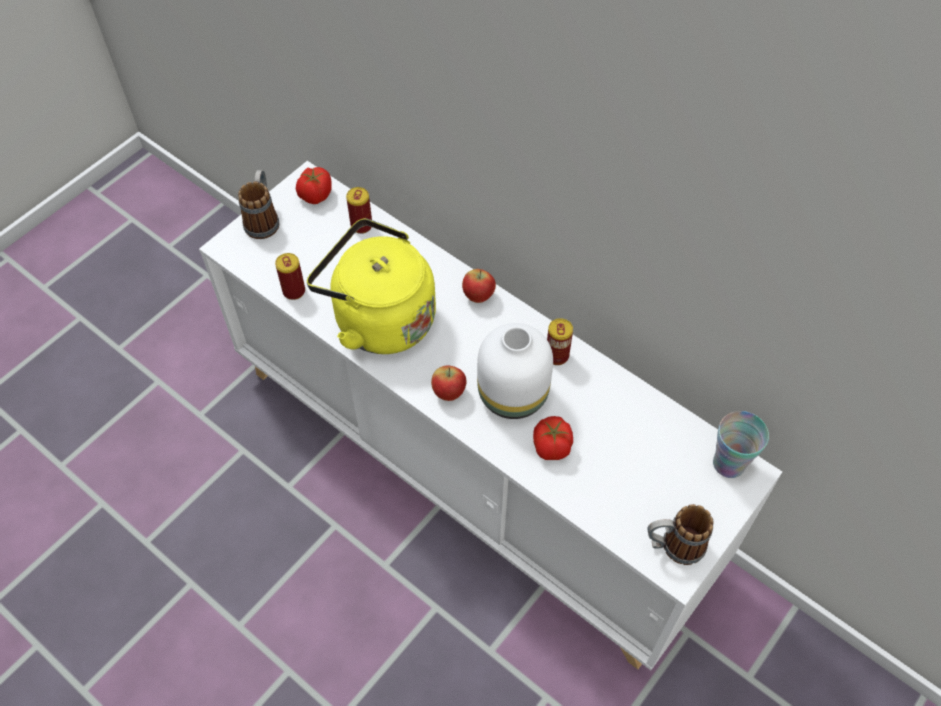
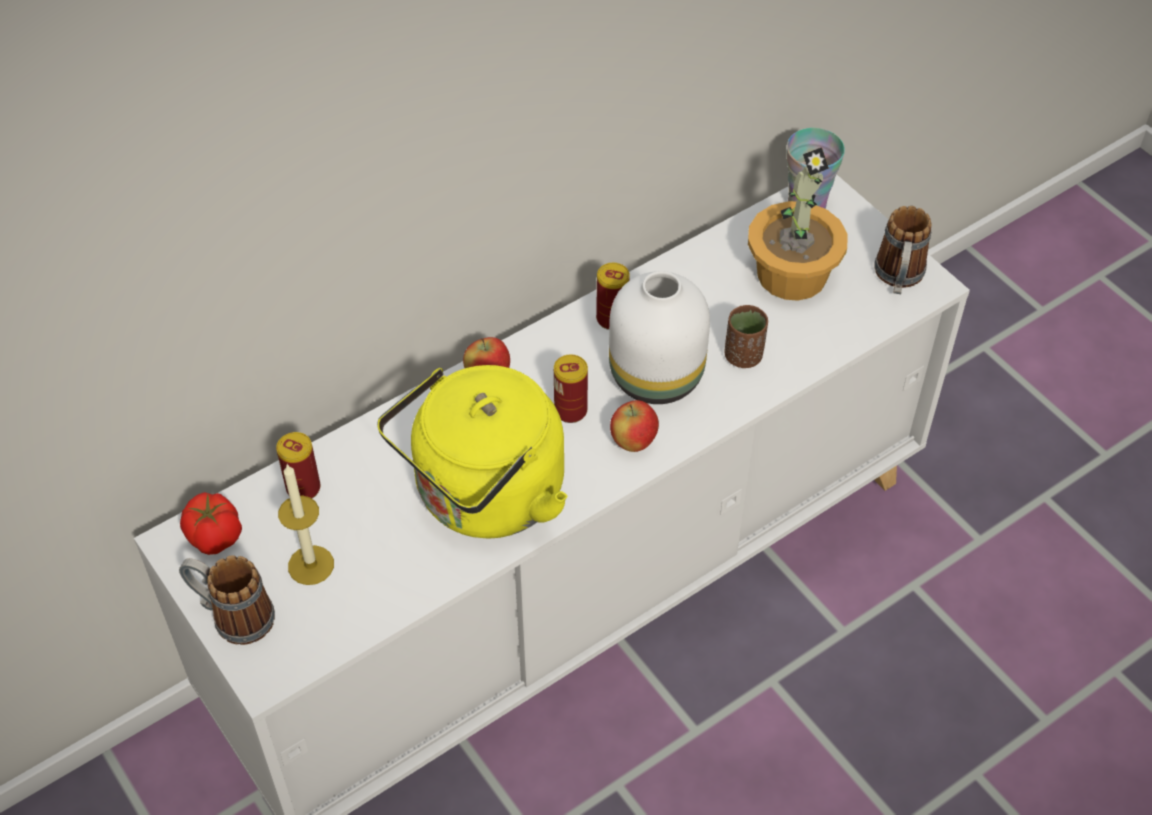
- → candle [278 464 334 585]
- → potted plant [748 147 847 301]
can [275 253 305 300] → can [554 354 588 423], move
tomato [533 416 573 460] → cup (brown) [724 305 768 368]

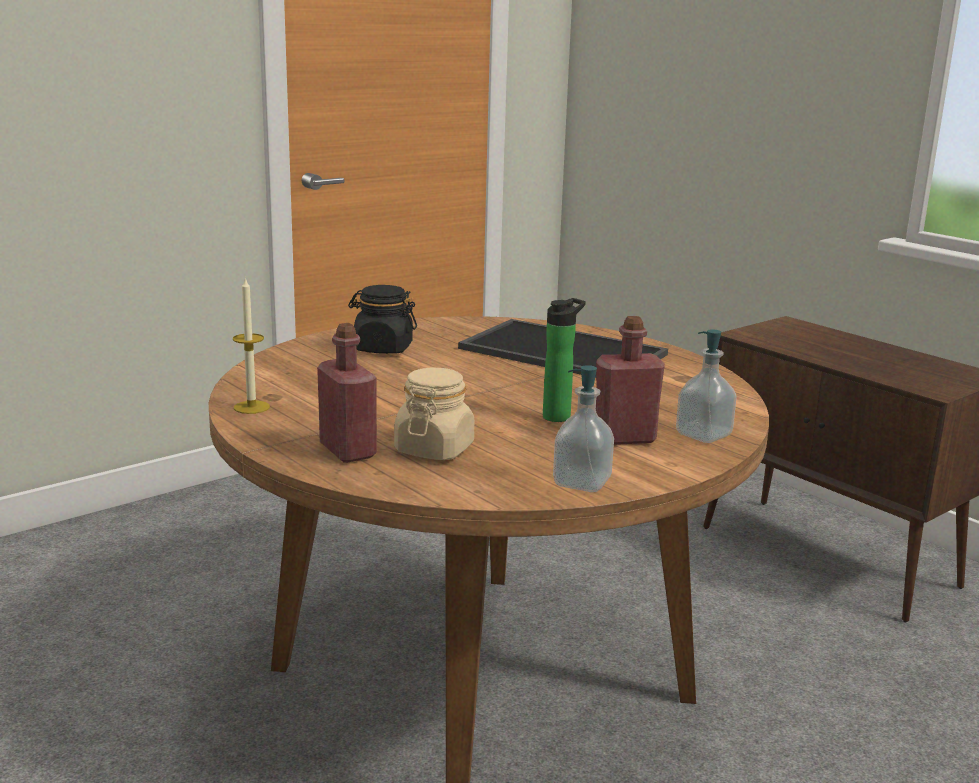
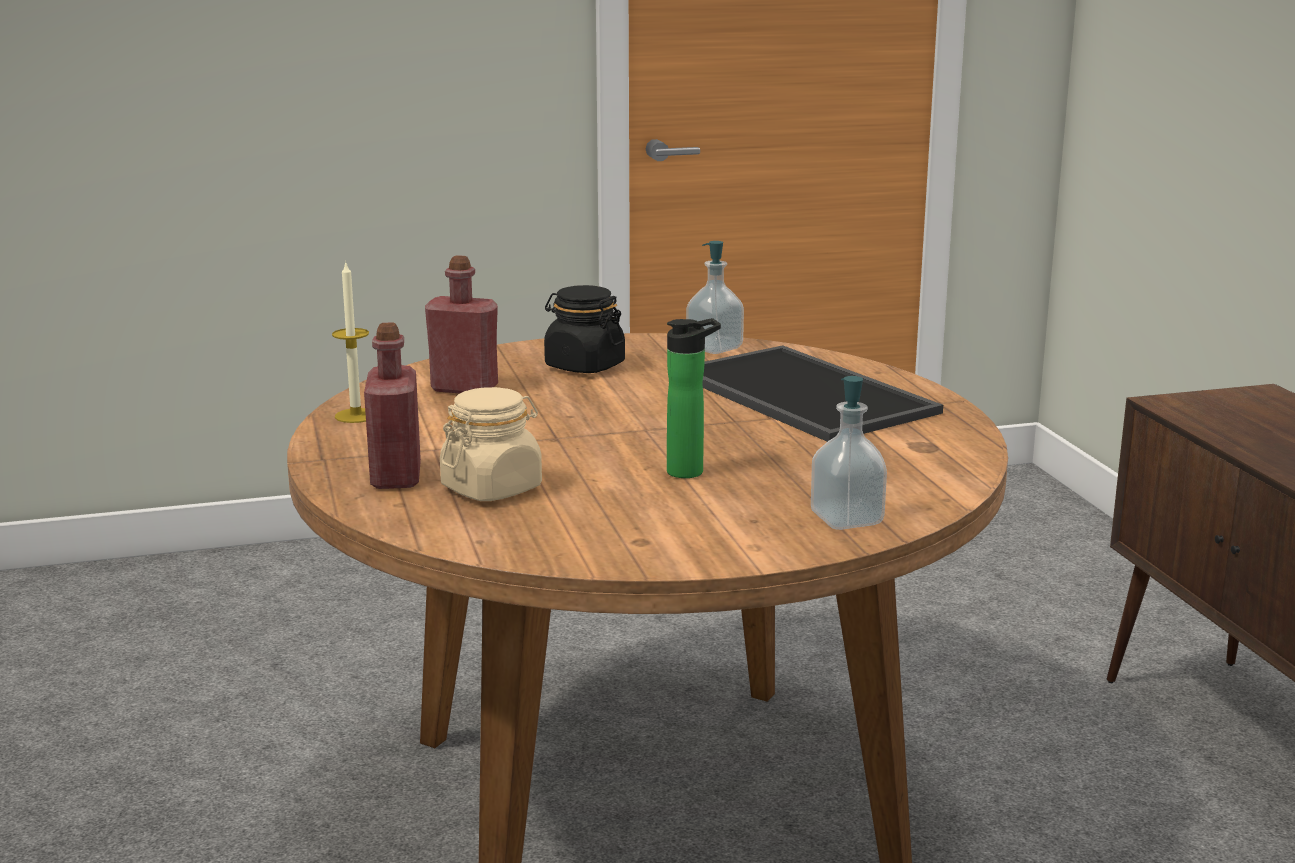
soap dispenser [553 365 614 492] → soap dispenser [686 241 744 354], move
bottle (red) [596 316 665 445] → bottle (red) [425 255 498 393], move

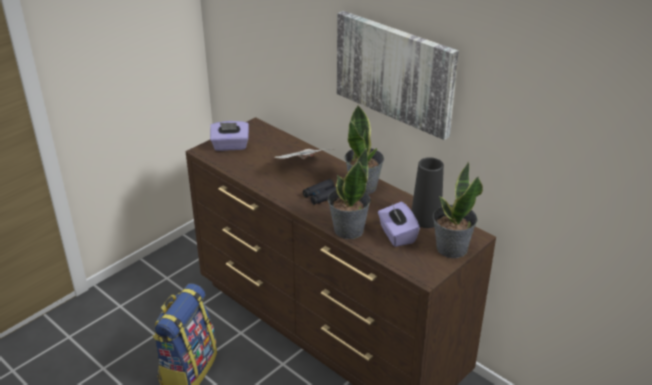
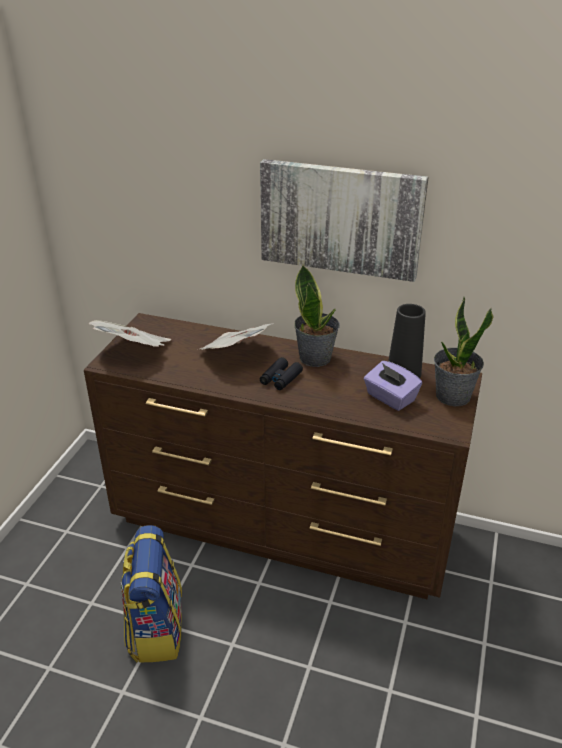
potted plant [328 148 371 239] → -
tissue box (purple) [210 121 249 151] → newspaper [89 320 172 347]

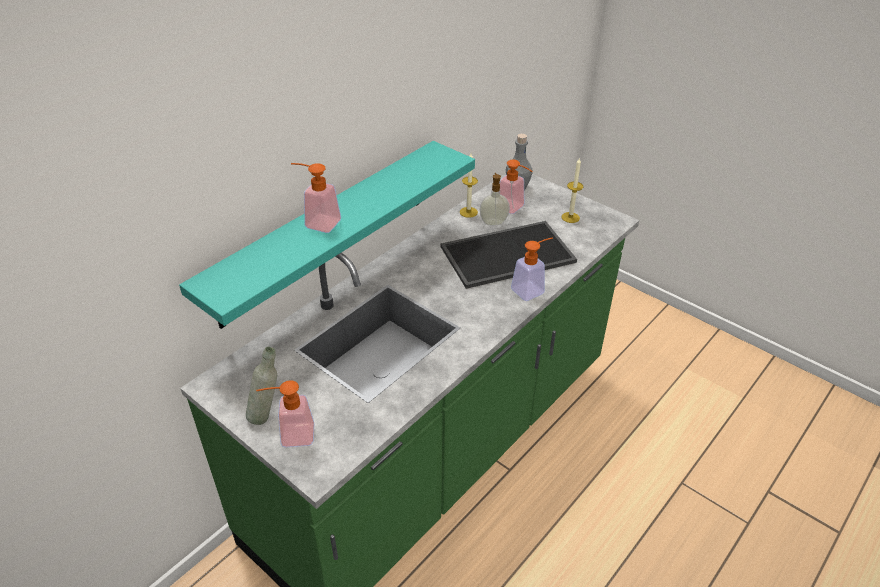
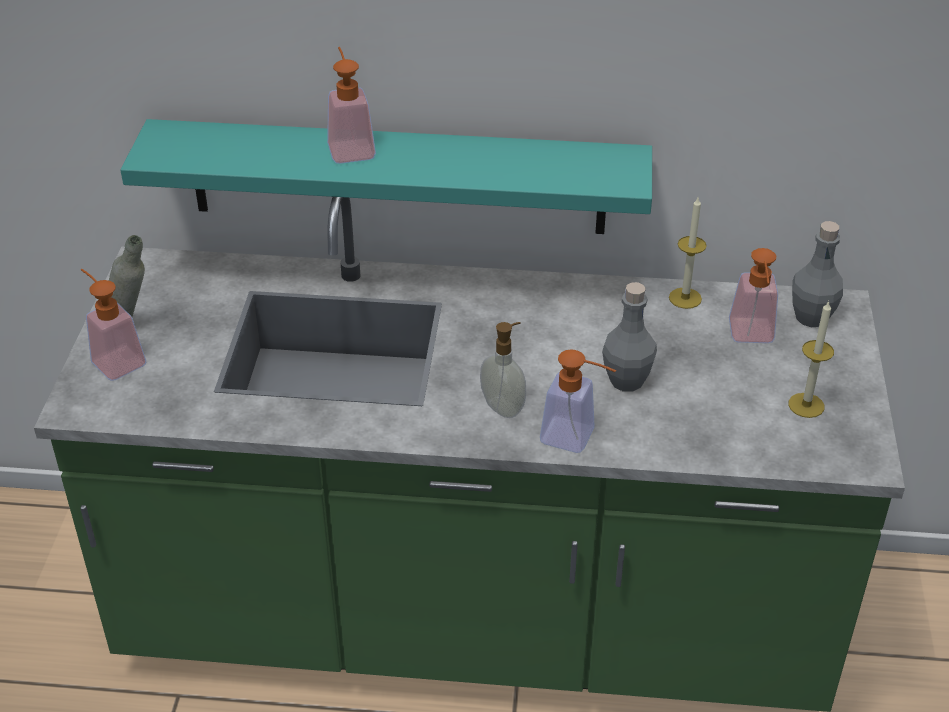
soap dispenser [479 173 510 225] → soap dispenser [480 322 526 418], move
tray [440 221 577 289] → bottle (grey) [602 282 657 392]

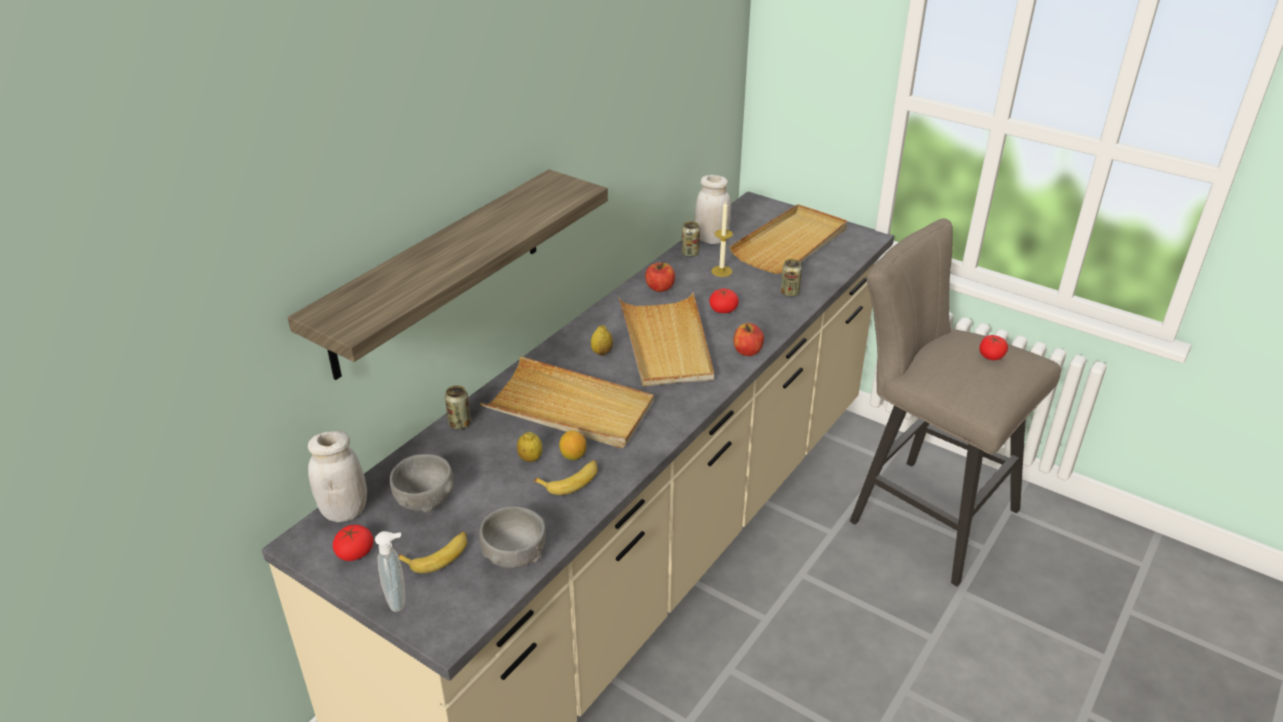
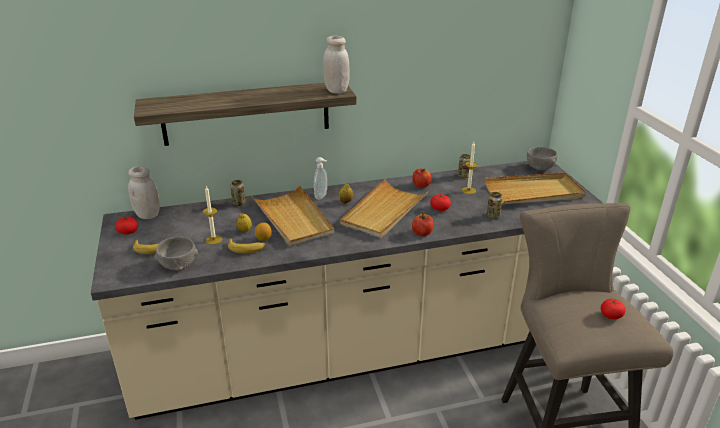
- → candle [203 186 222 244]
soap dispenser [375 531 405 612] → soap dispenser [314 157 327 200], move
bowl (grey) [390 454 454 513] → bowl (grey) [527 146 557 170], move
jar (white) [695 175 731 244] → jar (white) [323 36 350 94], move

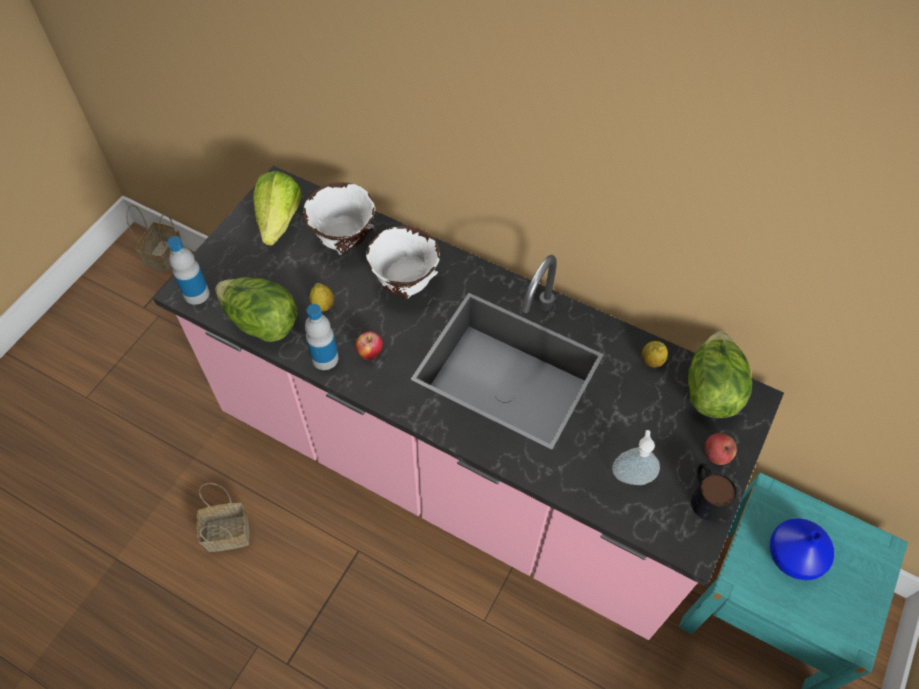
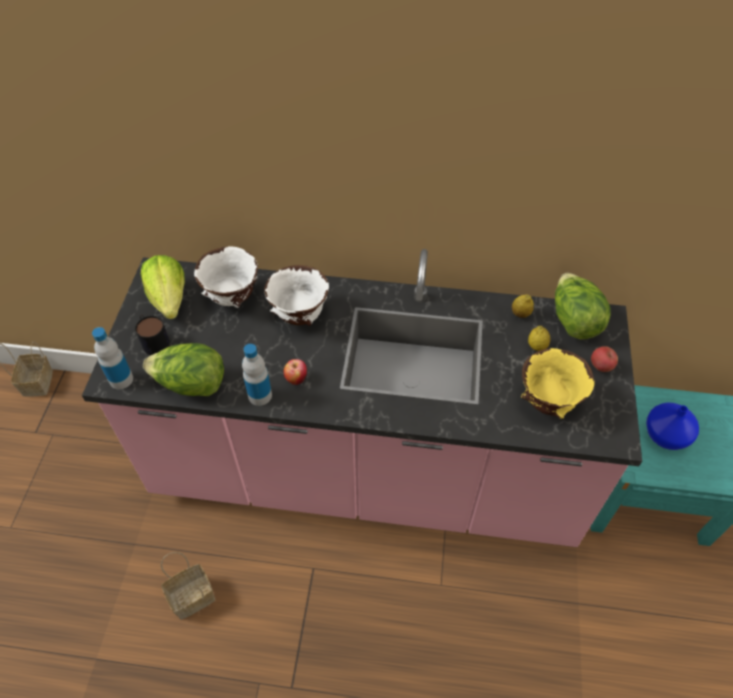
lemon [310 283 334 312] → lemon [528 326 551 351], move
mug [691 463 737 521] → mug [135 314 170 355], move
soap dispenser [612 430 660 485] → bowl (yellow) [521 348 594 419]

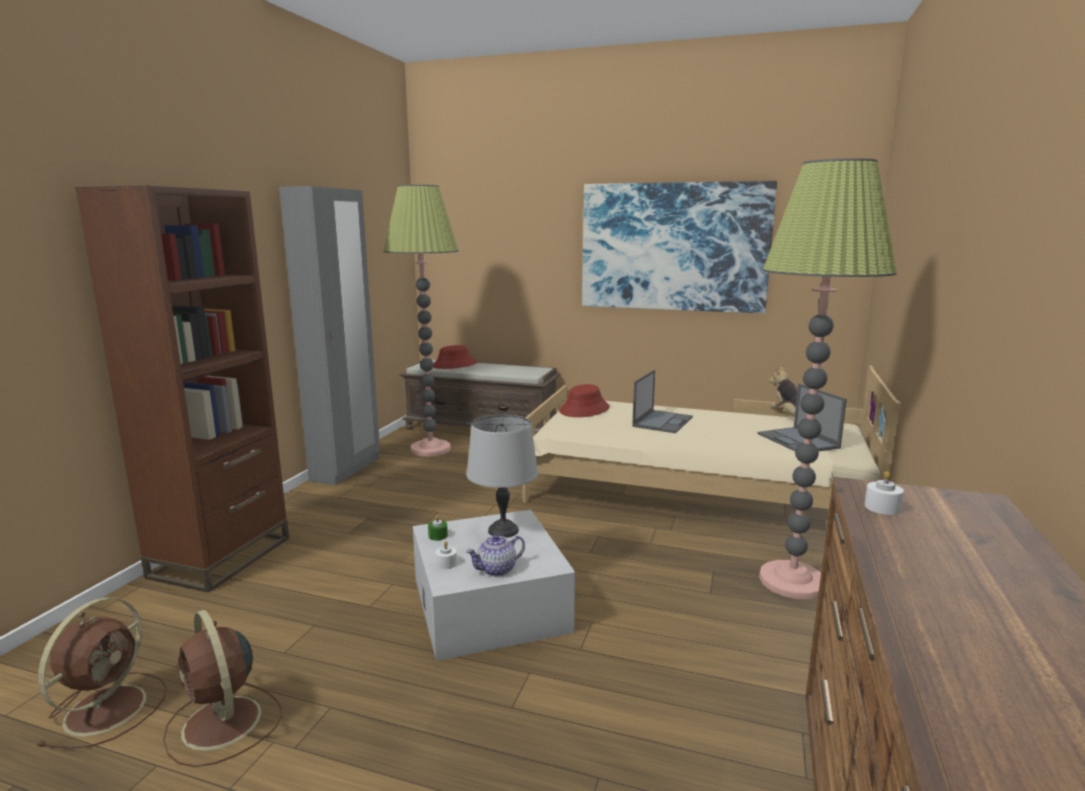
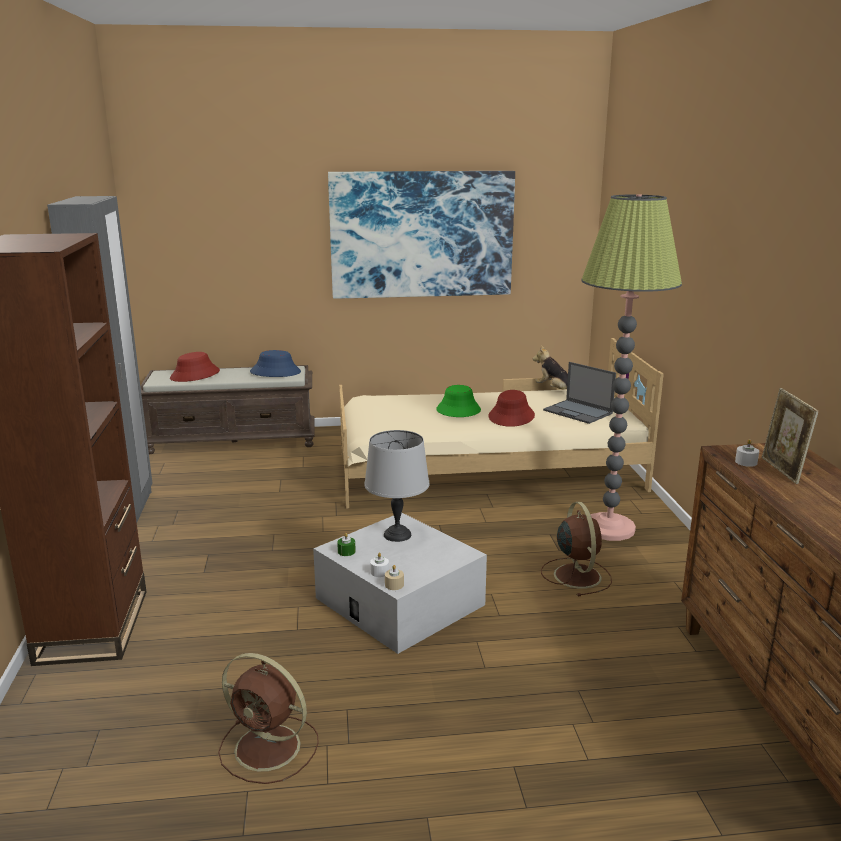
floor lamp [383 184 459 457] → -
teapot [466 534 525 576] → -
- → hat (blue) [250 350 301 377]
- → candle (beige) [385 565 404 590]
- → picture frame [762 388 819 484]
fan (brown) [36 598 167 749] → fan (brown) [541 502 612 597], move
hat (red) [559 384 609 417] → hat (red) [488 390 535 427], move
laptop [632 370 693 433] → hat (green) [436 385 481 417]

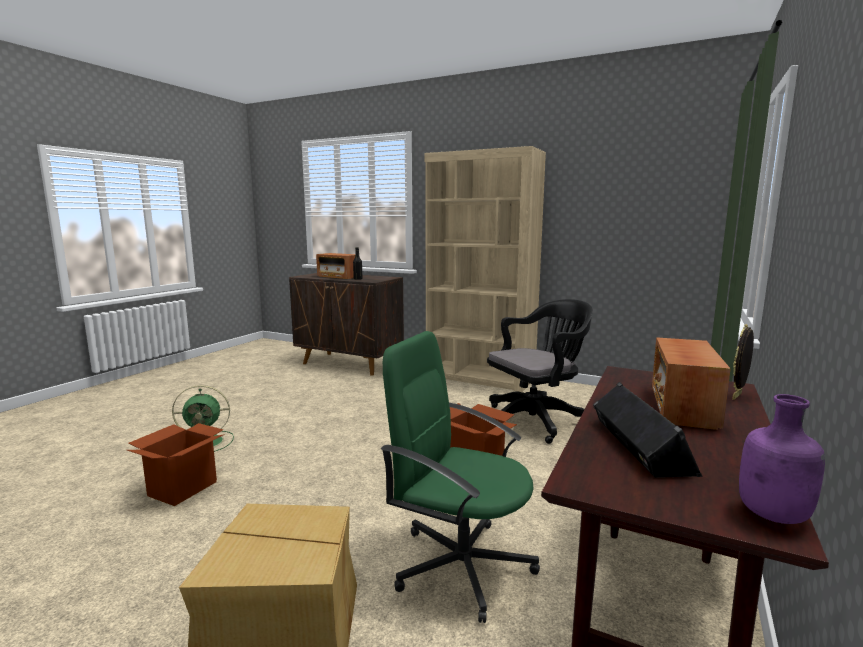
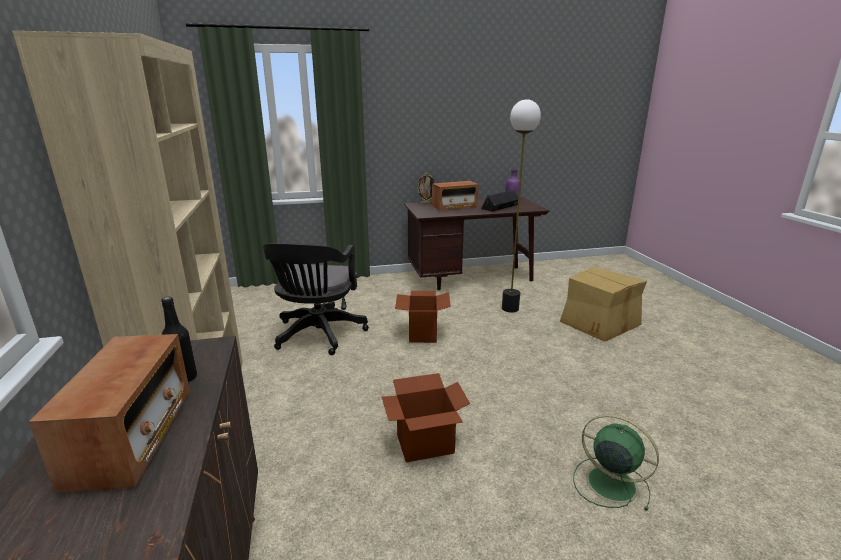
cardboard box [127 423 225 506] → cardboard box [382 373 470 462], move
office chair (green) [381 331 540 623] → floor lamp [502 99 541 313]
office chair (black) [487 299 593 444] → office chair (black) [263 242 369 355], 105 degrees counterclockwise

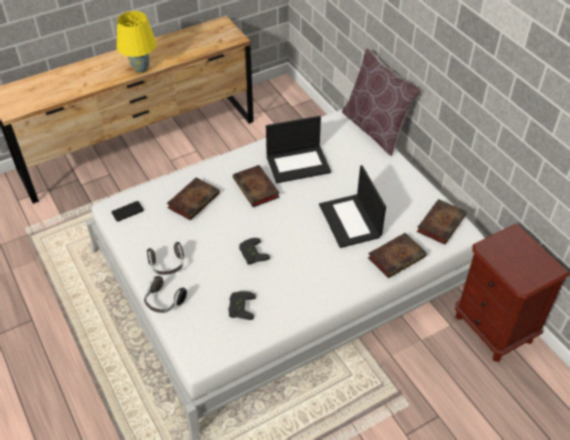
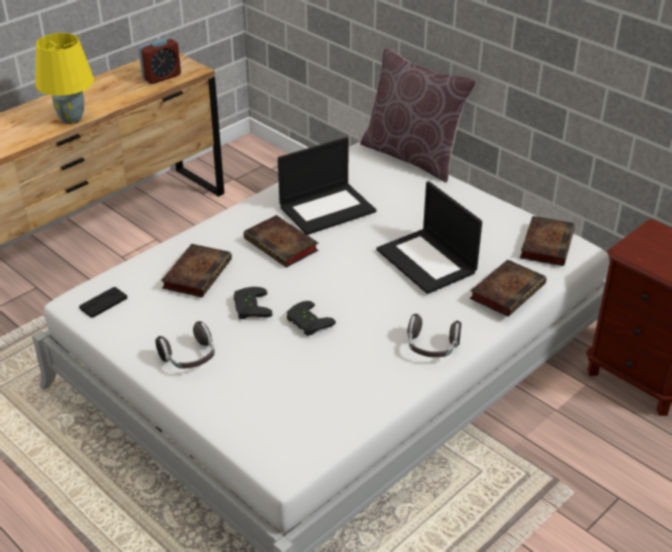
- → alarm clock [138 37 181 84]
headphones [144 276 187 313] → headphones [407 314 461 357], move
game controller (black) [228 291 256 320] → game controller (black) [234 287 272 319], move

